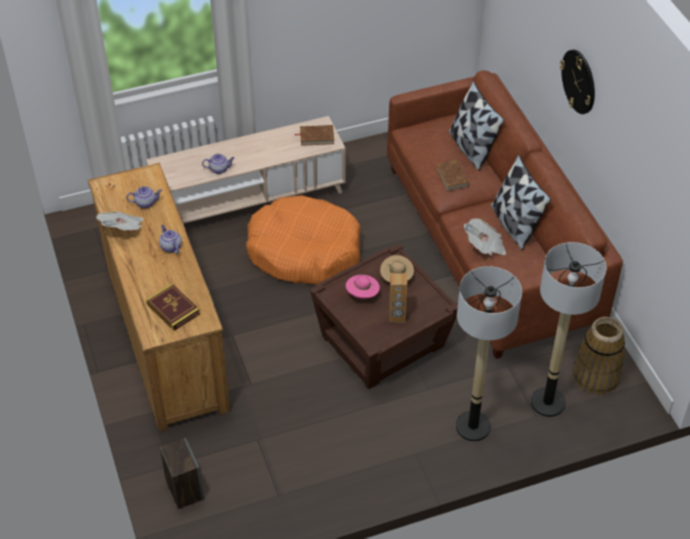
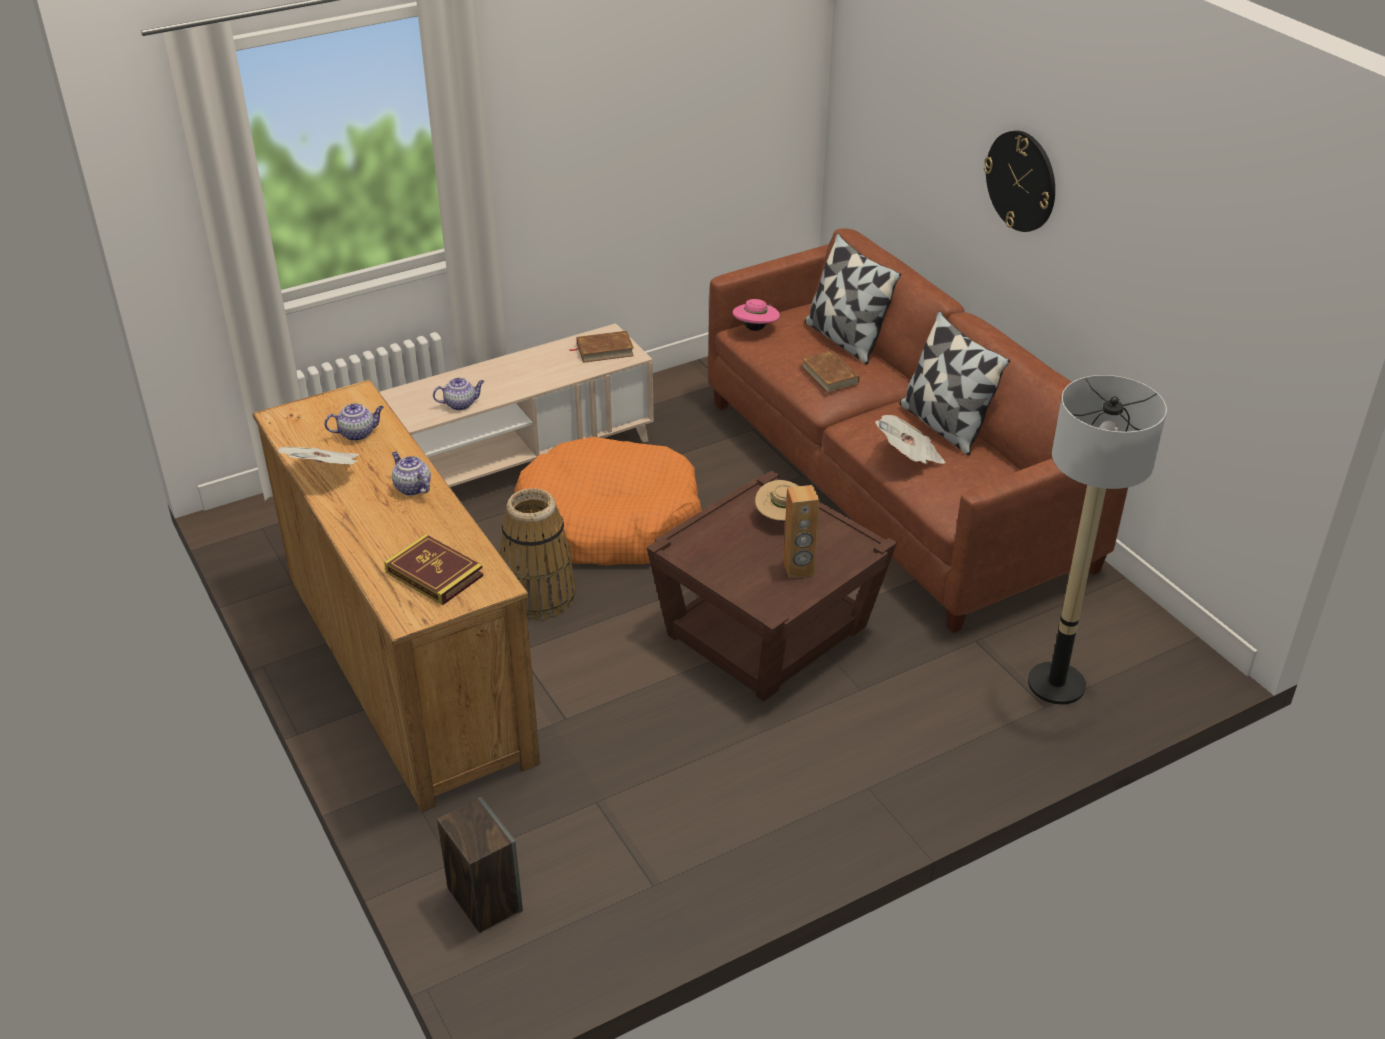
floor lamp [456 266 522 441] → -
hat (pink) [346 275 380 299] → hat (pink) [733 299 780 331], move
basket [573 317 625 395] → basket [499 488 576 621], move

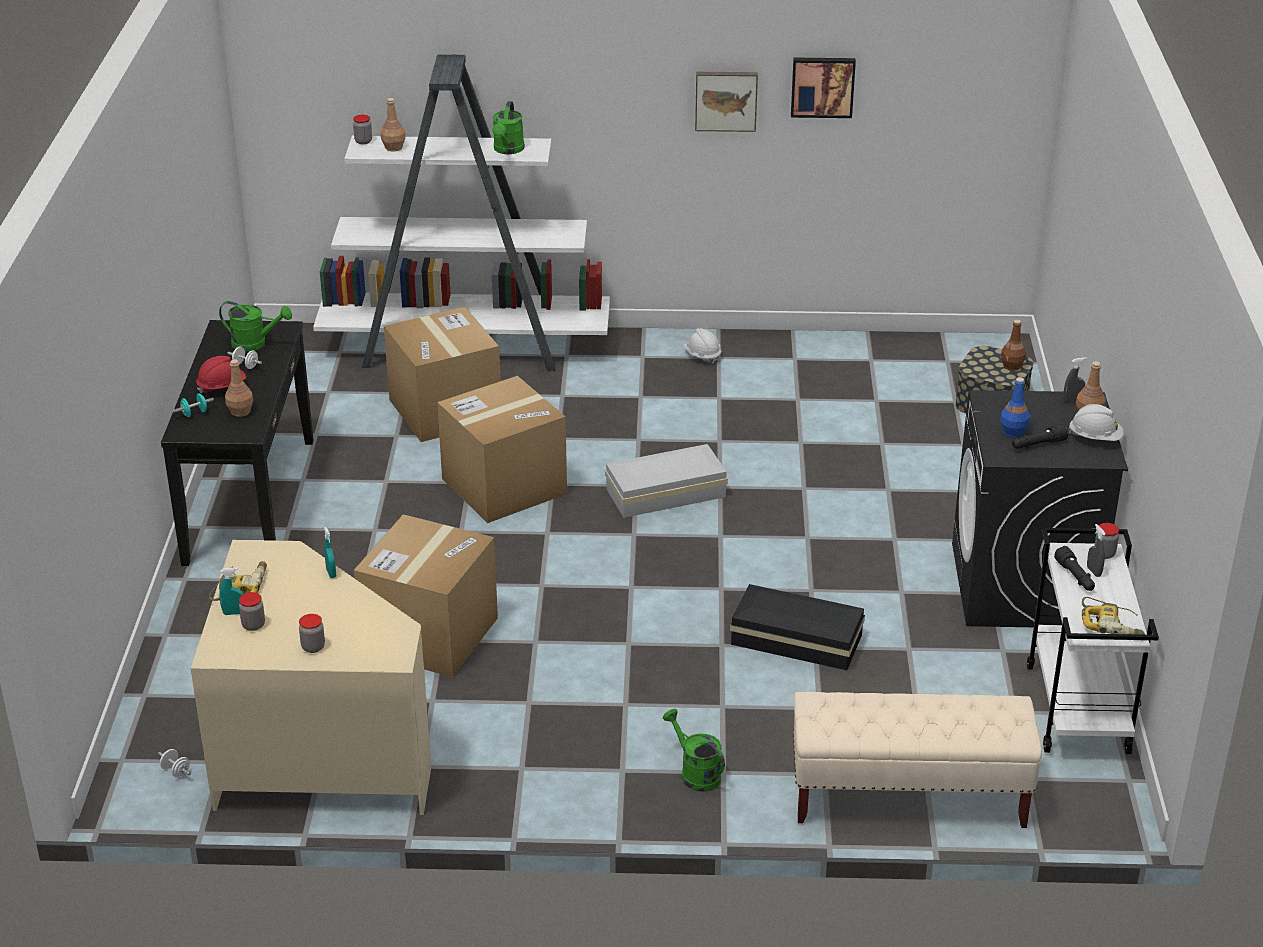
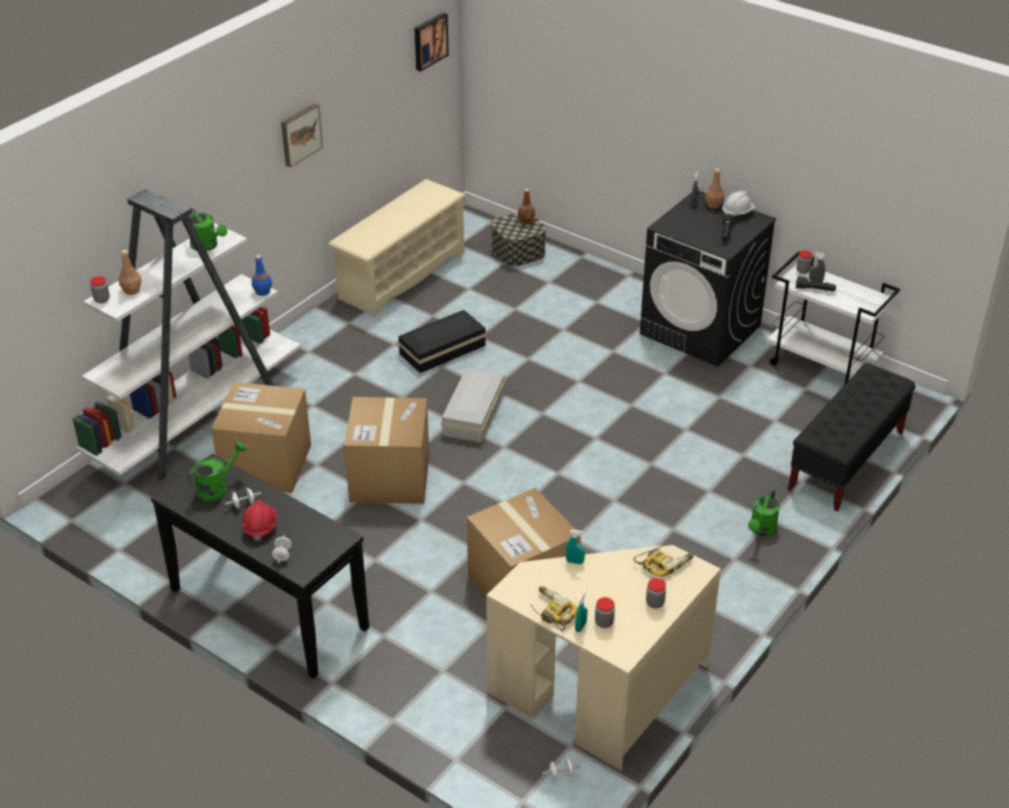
bottle (brown) [225 359 253 417] → -
hard hat (white) [683 328 721 364] → -
- → shoe rack (beige) [328 179 465 317]
storage box (black) [730 584 865 670] → storage box (black) [398 310 487 373], move
picture [791 58 856 118] → picture [414 12 449 72], move
bottle (blue) [1000 377 1030 437] → bottle (blue) [252 255 272 296], move
power drill [1082 597 1145 635] → power drill [633 545 693 577], move
dumbbell (turquoise) [173 393 214 417] → dumbbell (white) [272 535 292 564]
bench (beige) [793 692 1042 828] → bench (black) [788 363 915 512]
watering can (green) [663 709 725 792] → watering can (green) [748 489 780 536], 60 degrees counterclockwise

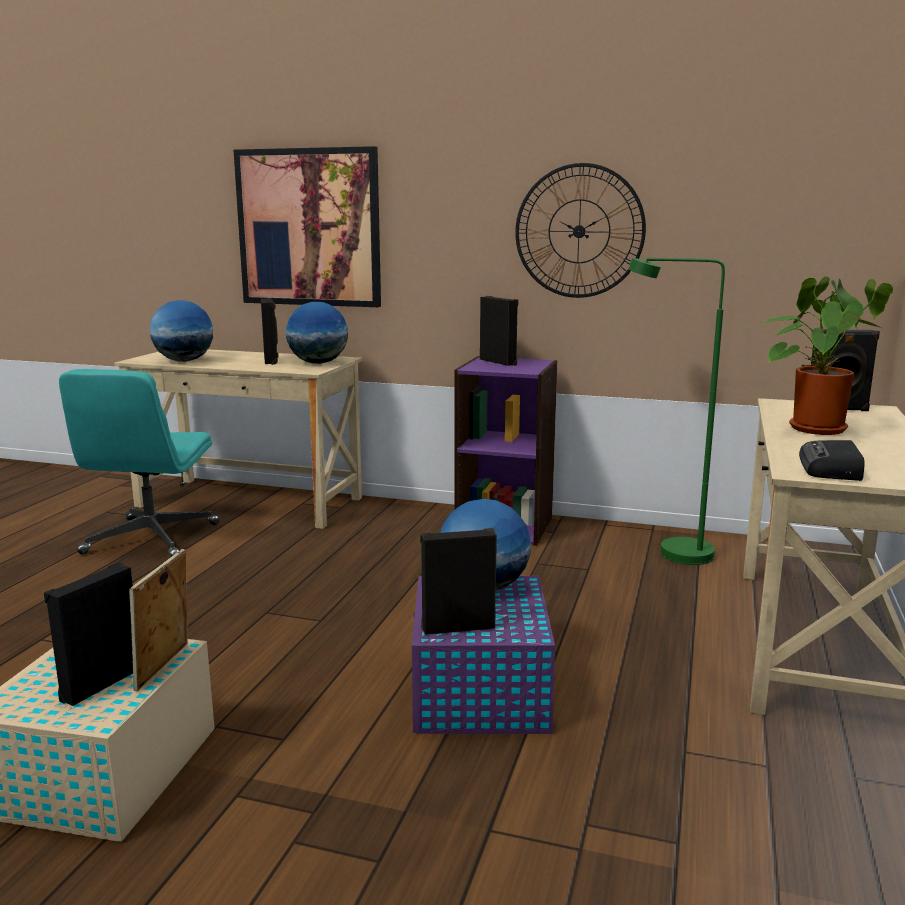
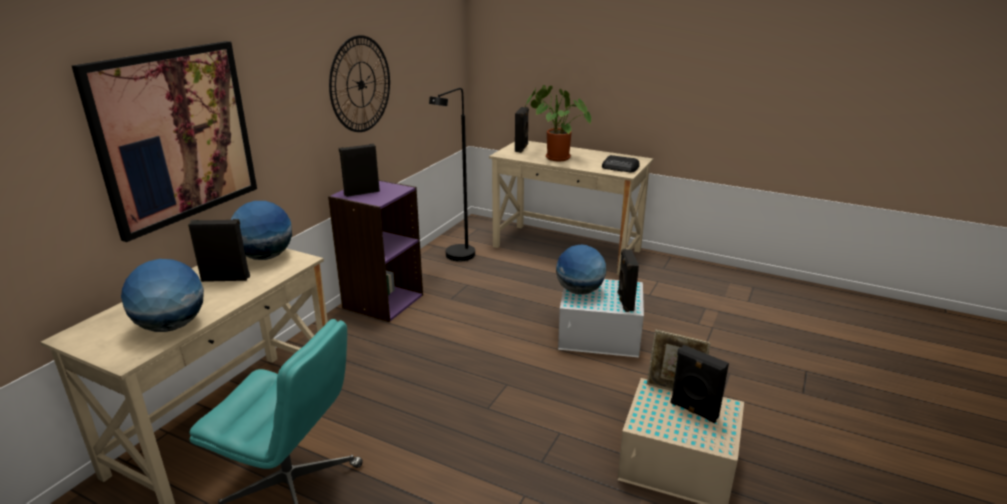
storage box (purple) [412 576 555 734] → storage box (white) [558 279 644 358]
floor lamp (green) [629 258 725 565] → floor lamp (black) [429 88 475 262]

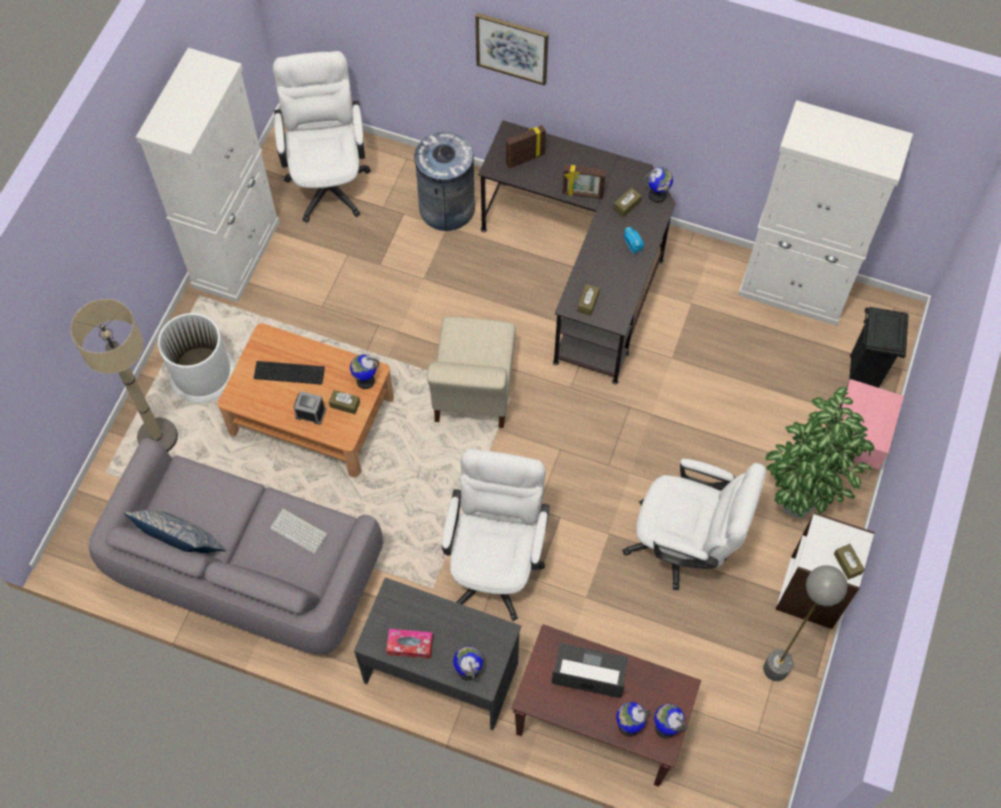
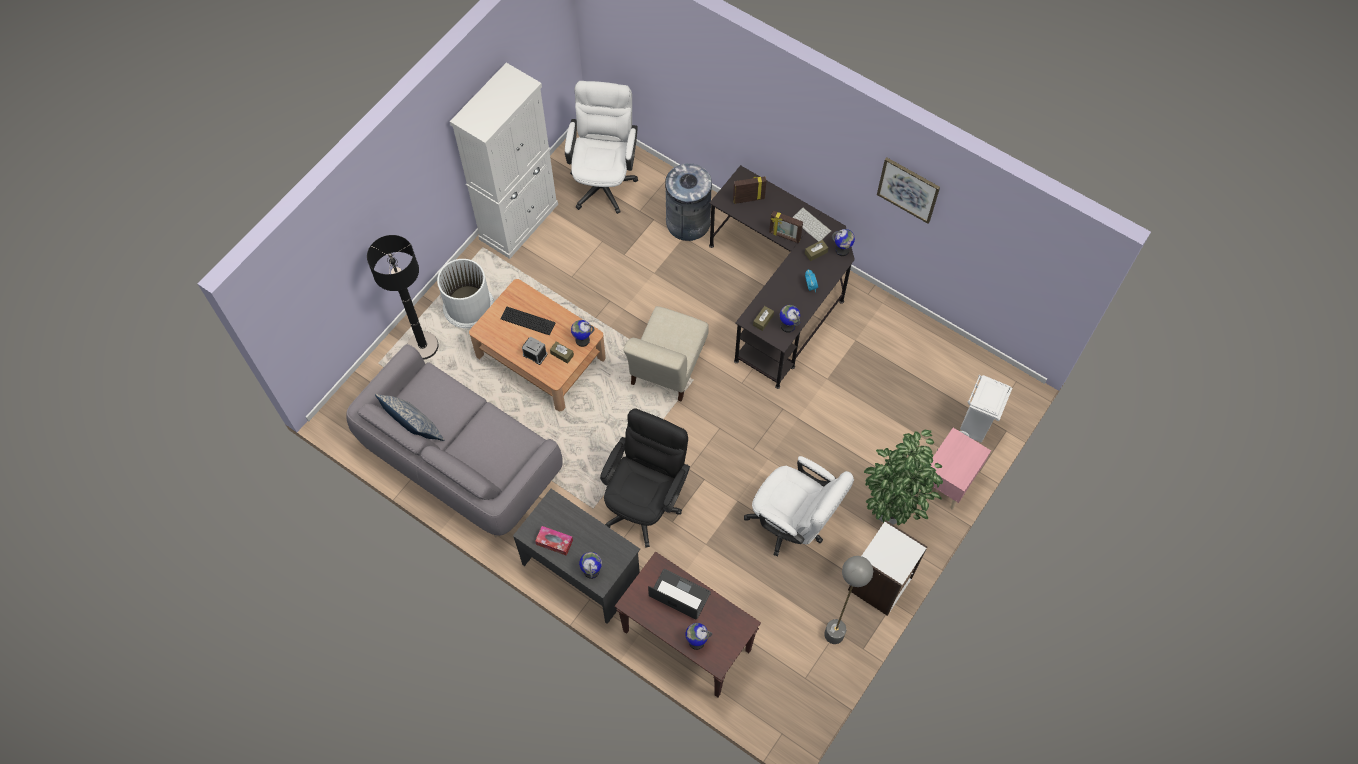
cabinet (white) [738 100 913 326] → -
tissue box (brown) [834 544 865 580] → -
keyboard [270 508 328 554] → keyboard [792 208 832 242], move
picture [475 13 549 86] → picture [877 157 940 224], move
globe [654 704 687 738] → globe [779 305 800 333], move
floor lamp (beige) [71 299 178 452] → floor lamp (black) [367 235 439 360]
office chair (white) [442 449 550 621] → office chair (black) [600 409 690 548]
trash can (black) [847 307 909 388] → trash can (white) [960 375 1012 442]

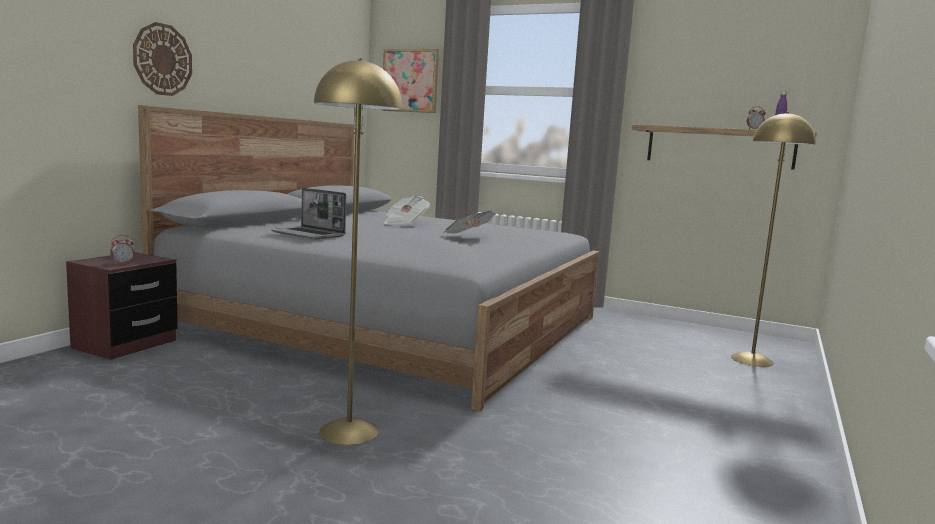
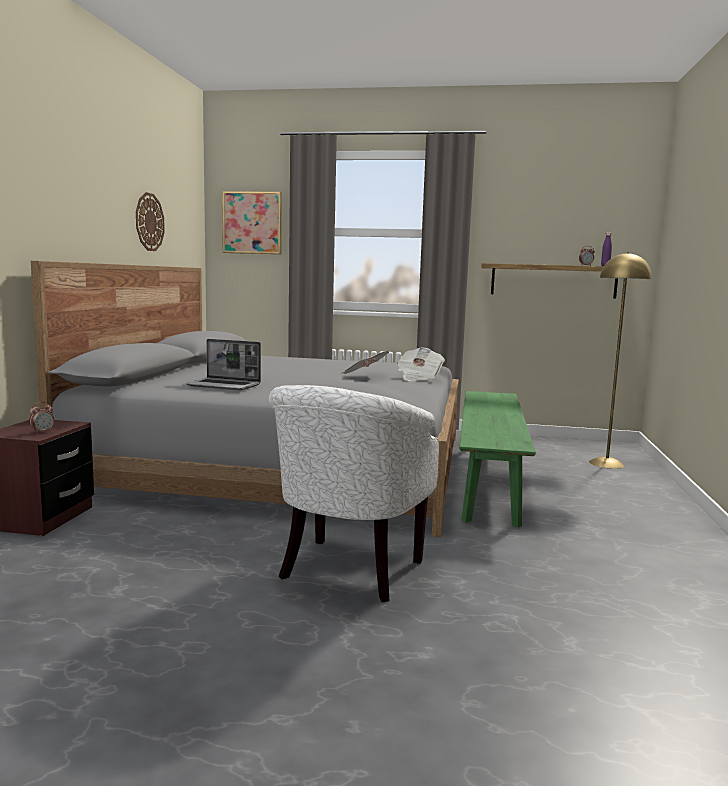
- → bench (green) [459 391 536 527]
wall clock [133 22 192 96] → wall clock [136 192 165 251], move
newspaper [384 196 430 225] → newspaper [397 347 445 381], move
floor lamp (yellow) [314 58 402 445] → armchair (white) [269 385 439 602]

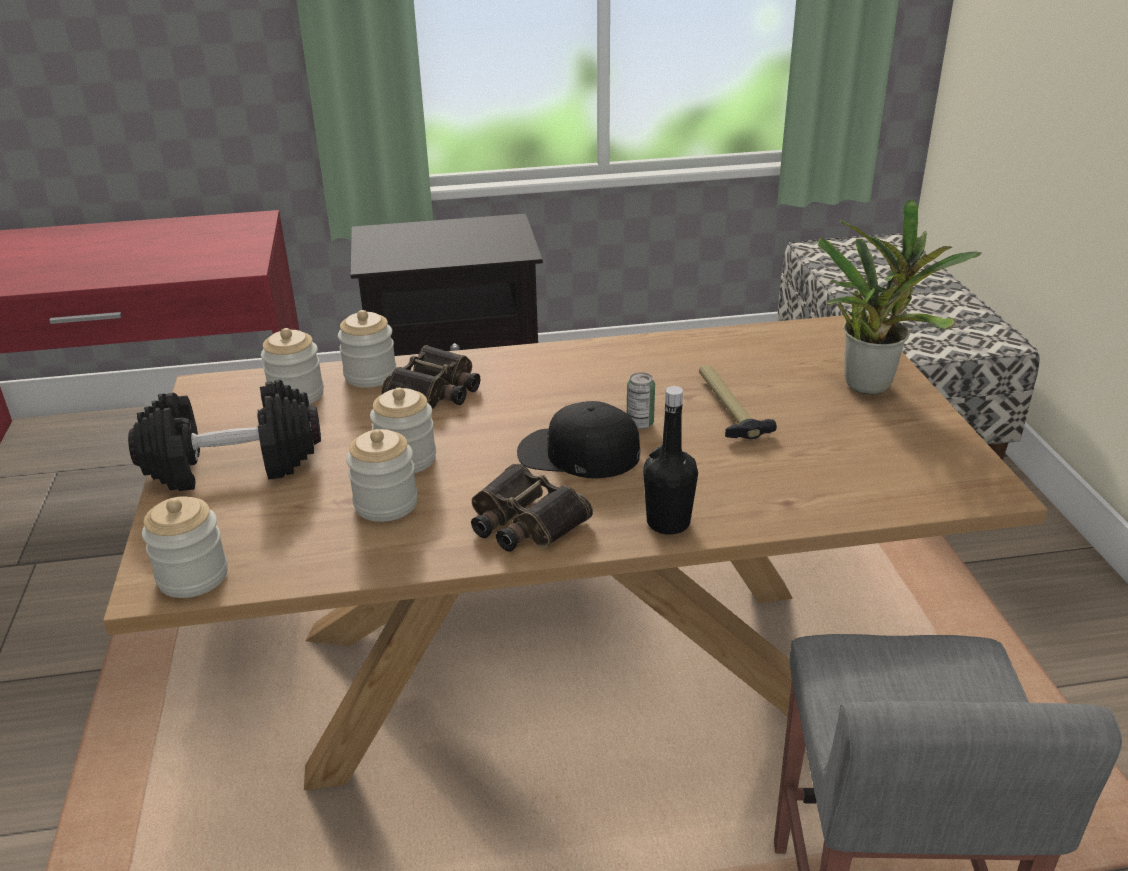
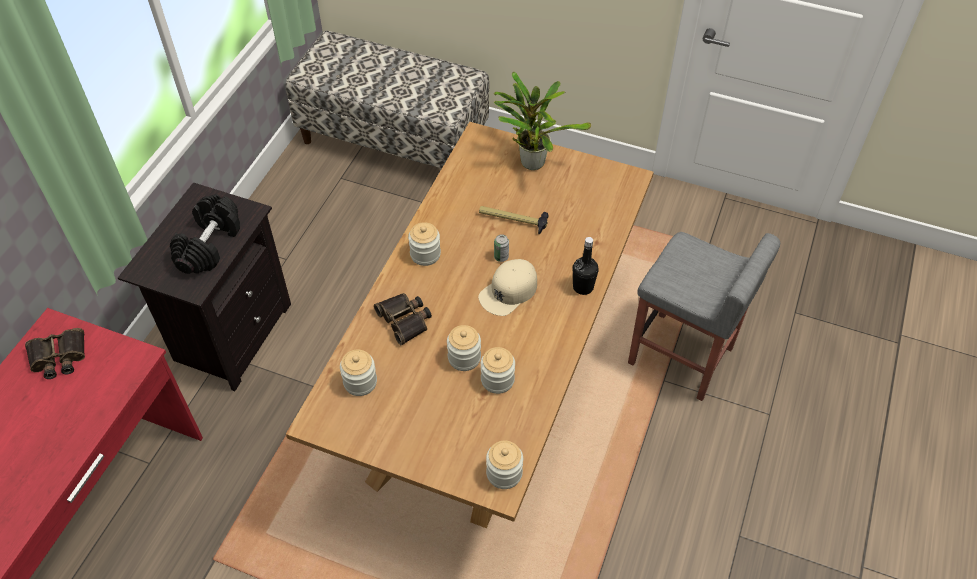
dumbbell (black) [128 380 321 491] → dumbbell (black) [170 194 240 274], move
jar [338 310 397 388] → jar [408 222 441 266], move
binoculars [471 464 593 552] → binoculars [25 328 85 379], move
cap (black) [517 401 640 479] → cap (beige) [478 259 537 316]

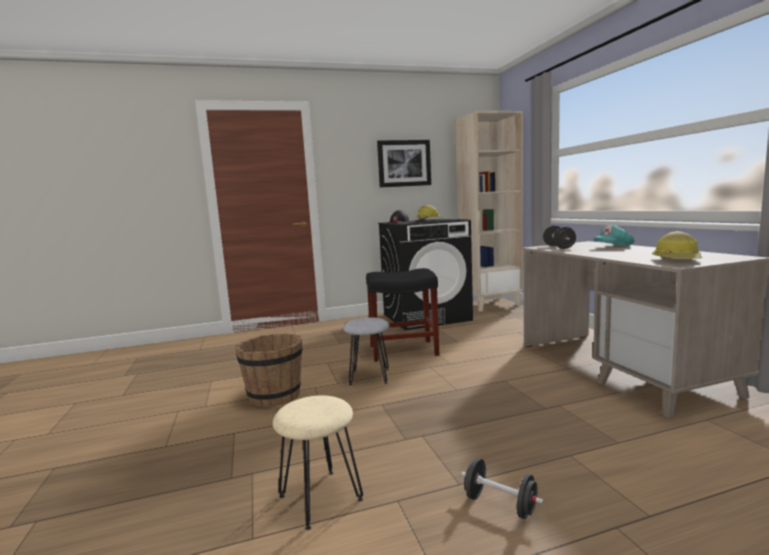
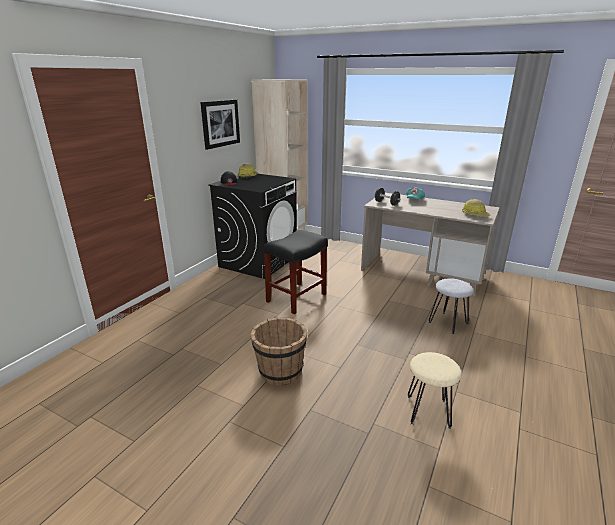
dumbbell (black) [461 458 544 519] → -
stool (grey) [343 317 390 385] → stool (grey) [429 278 473 334], move

